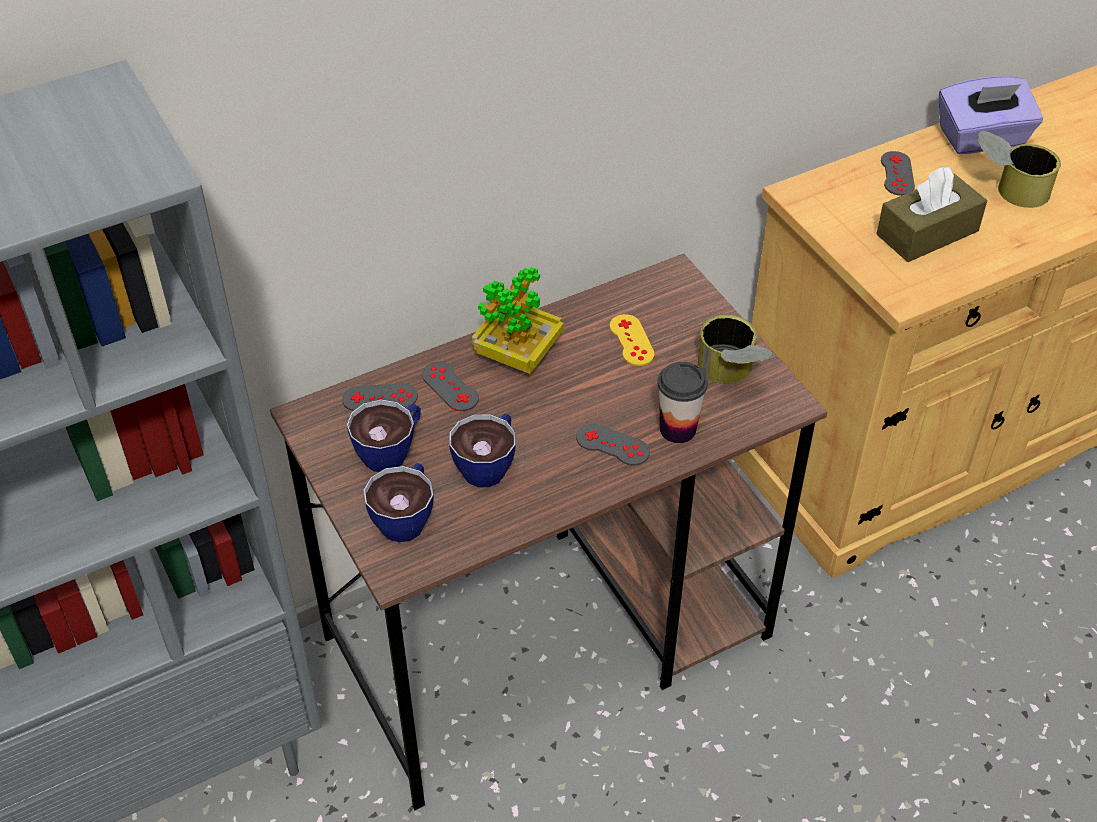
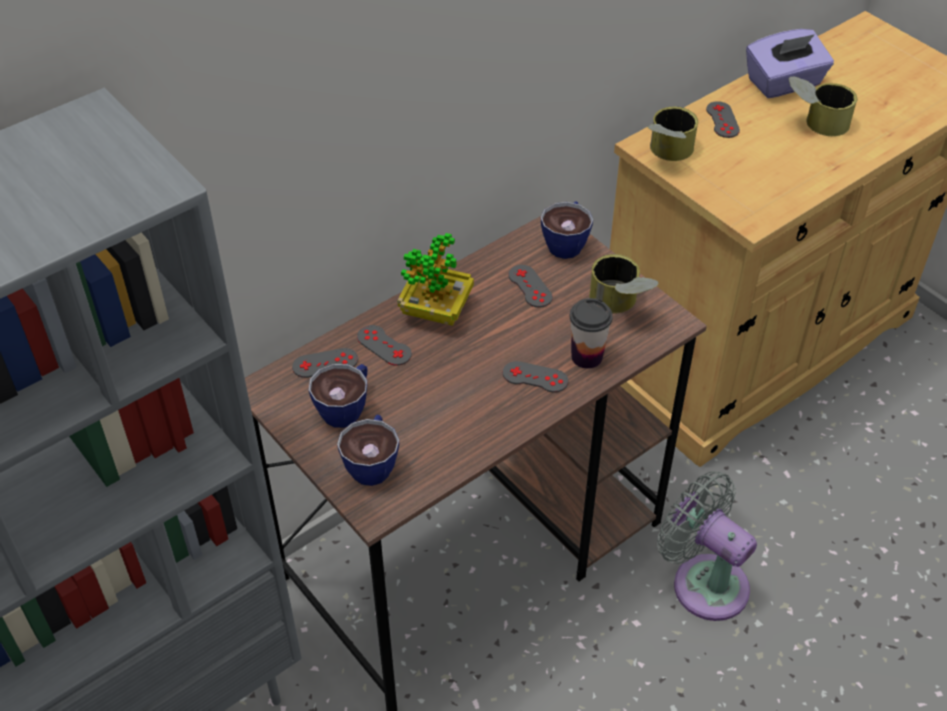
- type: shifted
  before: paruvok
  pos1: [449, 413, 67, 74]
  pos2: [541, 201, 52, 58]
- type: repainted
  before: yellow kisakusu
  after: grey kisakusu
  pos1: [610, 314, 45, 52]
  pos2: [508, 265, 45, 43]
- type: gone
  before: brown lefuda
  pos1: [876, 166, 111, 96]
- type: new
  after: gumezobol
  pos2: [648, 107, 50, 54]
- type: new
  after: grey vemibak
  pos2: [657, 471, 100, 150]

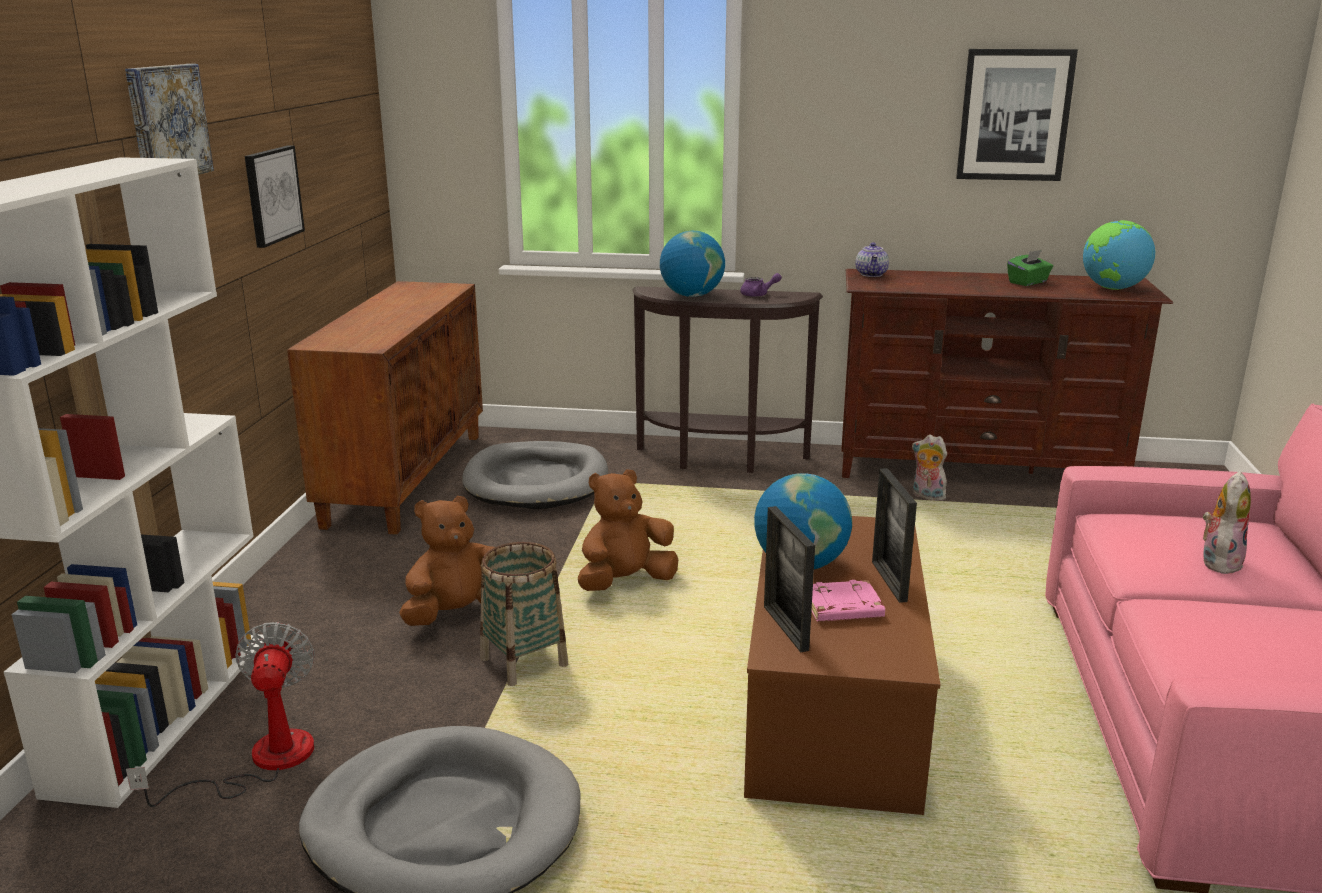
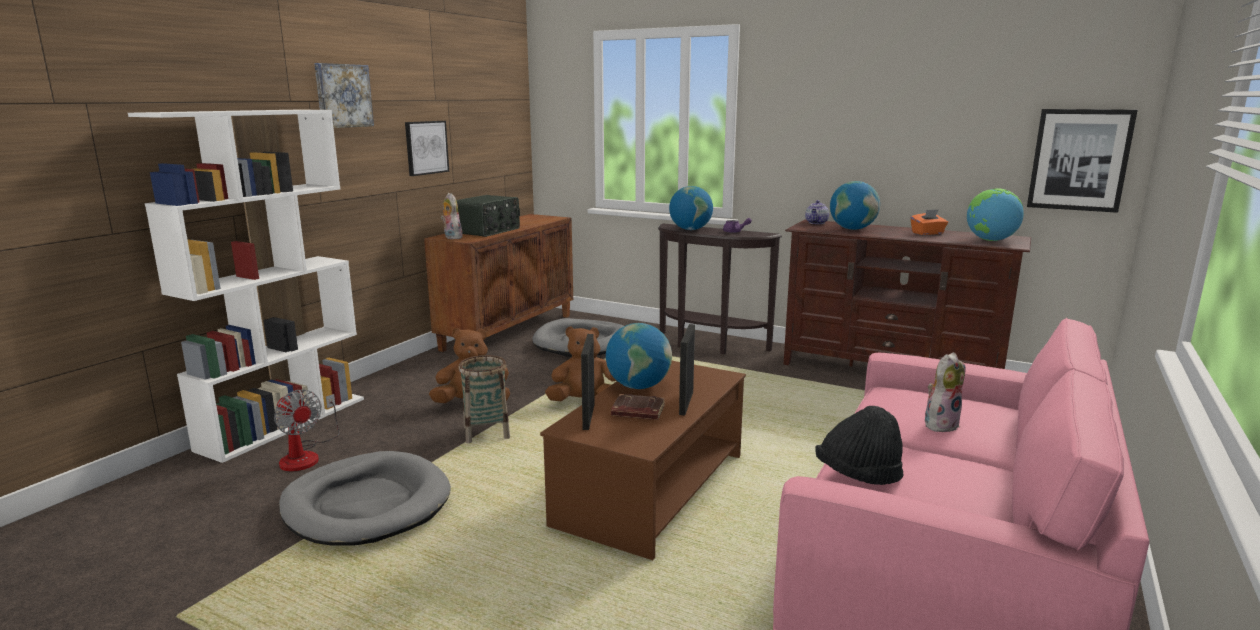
- type: rotated
  before: vemibak
  pos1: [126, 622, 189, 185]
  pos2: [274, 390, 66, 81]
  turn: 120
- type: repainted
  before: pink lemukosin
  after: brown lemukosin
  pos1: [812, 580, 73, 41]
  pos2: [611, 394, 54, 26]
- type: shifted
  before: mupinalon
  pos1: [912, 434, 35, 67]
  pos2: [441, 193, 22, 46]
- type: shifted
  before: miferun
  pos1: [956, 49, 122, 132]
  pos2: [1027, 109, 111, 104]
- type: repainted
  before: green lefuda
  after: orange lefuda
  pos1: [1007, 250, 46, 36]
  pos2: [911, 209, 37, 26]
- type: new
  after: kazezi
  pos2: [456, 195, 64, 42]
- type: new
  after: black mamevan
  pos2: [815, 406, 88, 79]
- type: new
  after: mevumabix
  pos2: [830, 181, 50, 49]

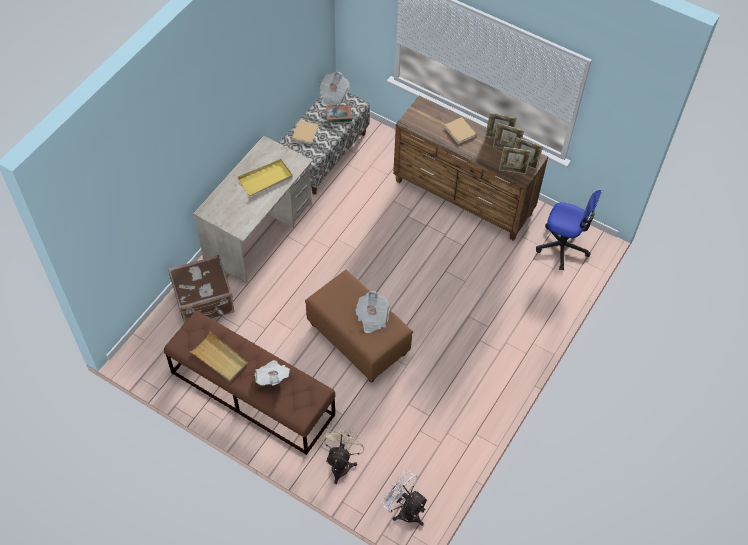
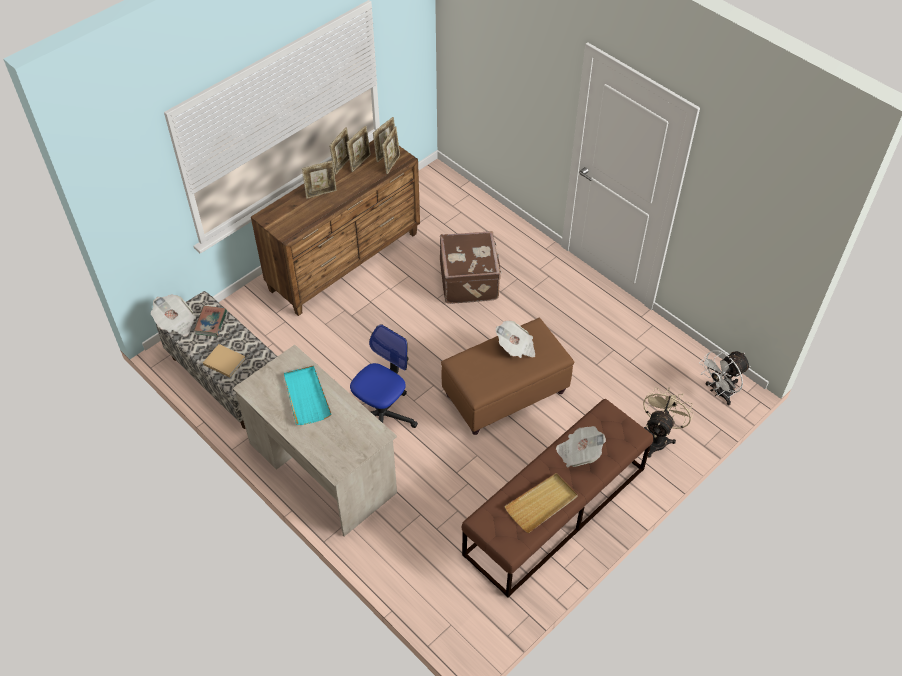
- type: shifted
  before: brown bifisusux
  pos1: [168, 255, 67, 68]
  pos2: [440, 231, 62, 73]
- type: repainted
  before: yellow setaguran
  after: turquoise setaguran
  pos1: [237, 159, 56, 37]
  pos2: [284, 365, 47, 60]
- type: rotated
  before: beige vemibak
  pos1: [321, 425, 45, 59]
  pos2: [643, 387, 51, 71]
  turn: 90
- type: swapped
  before: beige lemukosin
  after: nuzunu
  pos1: [444, 117, 32, 27]
  pos2: [302, 160, 35, 39]
- type: shifted
  before: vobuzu
  pos1: [536, 190, 66, 80]
  pos2: [350, 324, 68, 104]

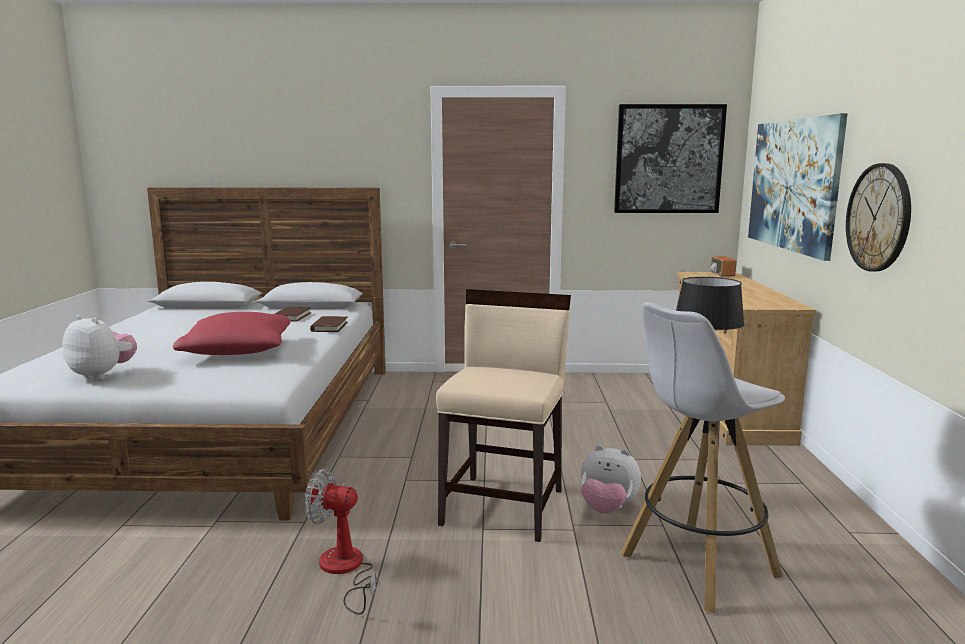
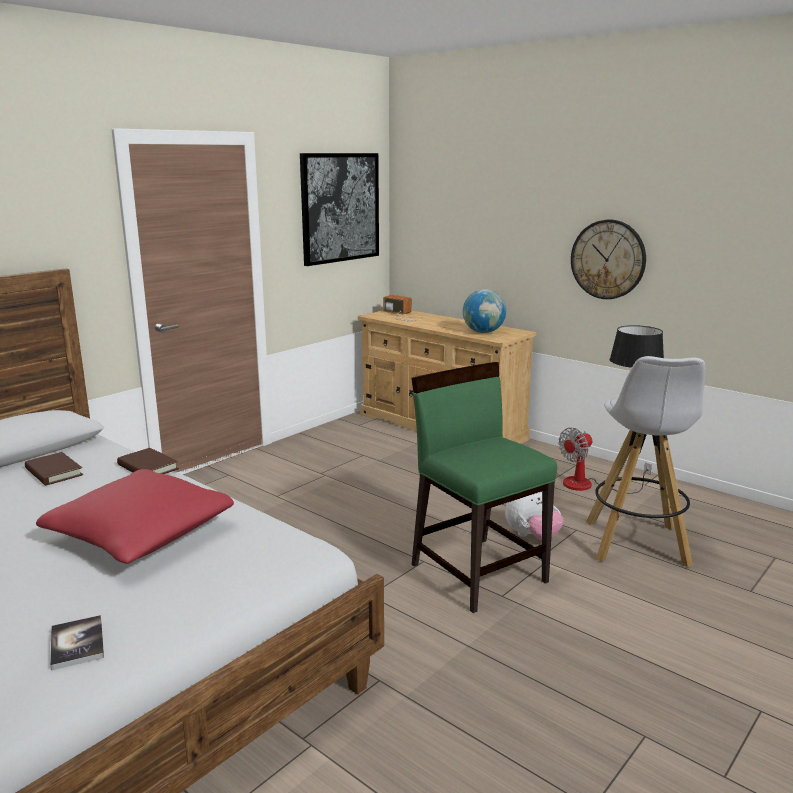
- type: swapped
  before: mupinalon
  after: lemukosin
  pos1: [63, 315, 74, 65]
  pos2: [50, 615, 54, 55]
- type: shifted
  before: vemibak
  pos1: [305, 468, 73, 147]
  pos2: [558, 428, 94, 66]
- type: repainted
  before: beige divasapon
  after: green divasapon
  pos1: [436, 289, 135, 253]
  pos2: [412, 362, 145, 251]
- type: gone
  before: miferun
  pos1: [748, 113, 100, 148]
- type: new
  after: mevumabix
  pos2: [463, 289, 43, 44]

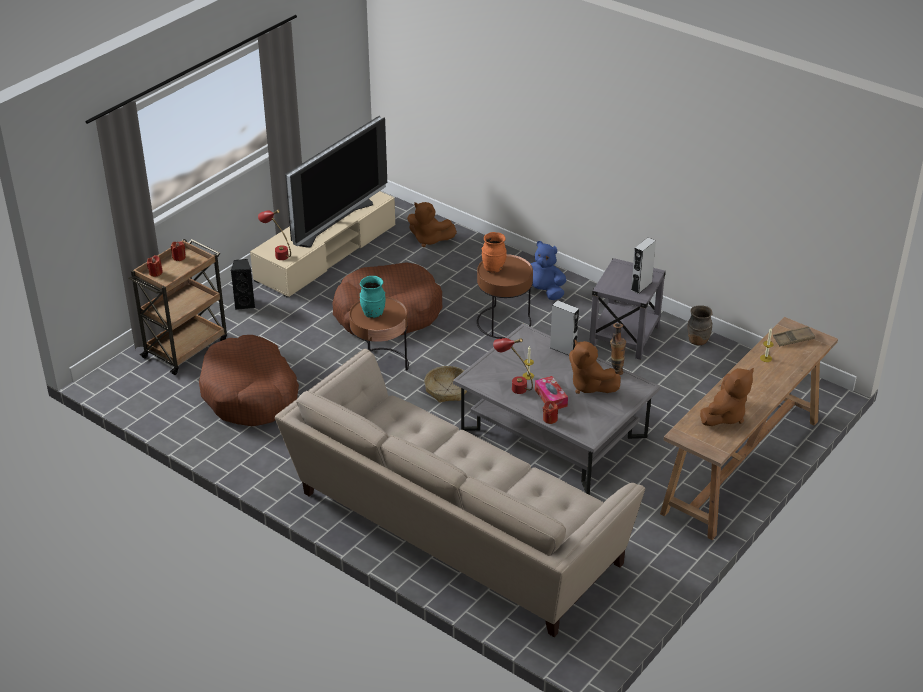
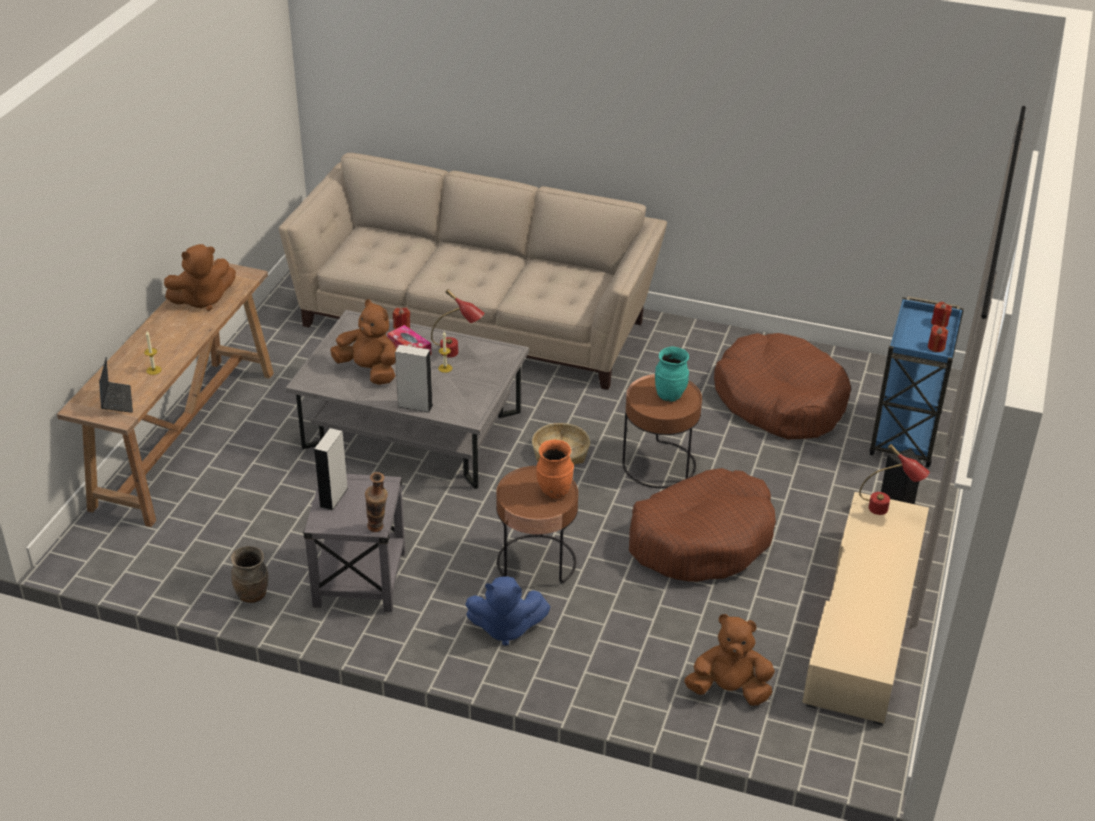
- type: repainted
  before: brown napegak
  after: blue napegak
  pos1: [128, 239, 99, 136]
  pos2: [869, 296, 95, 171]
- type: gone
  before: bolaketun
  pos1: [285, 116, 102, 132]
- type: shifted
  before: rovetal
  pos1: [610, 323, 16, 52]
  pos2: [365, 472, 23, 60]
- type: rotated
  before: brown mupinalon
  pos1: [700, 368, 54, 58]
  pos2: [164, 244, 72, 67]
  turn: -135
- type: swapped
  before: brown setaguran
  after: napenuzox
  pos1: [773, 326, 42, 20]
  pos2: [99, 357, 34, 56]

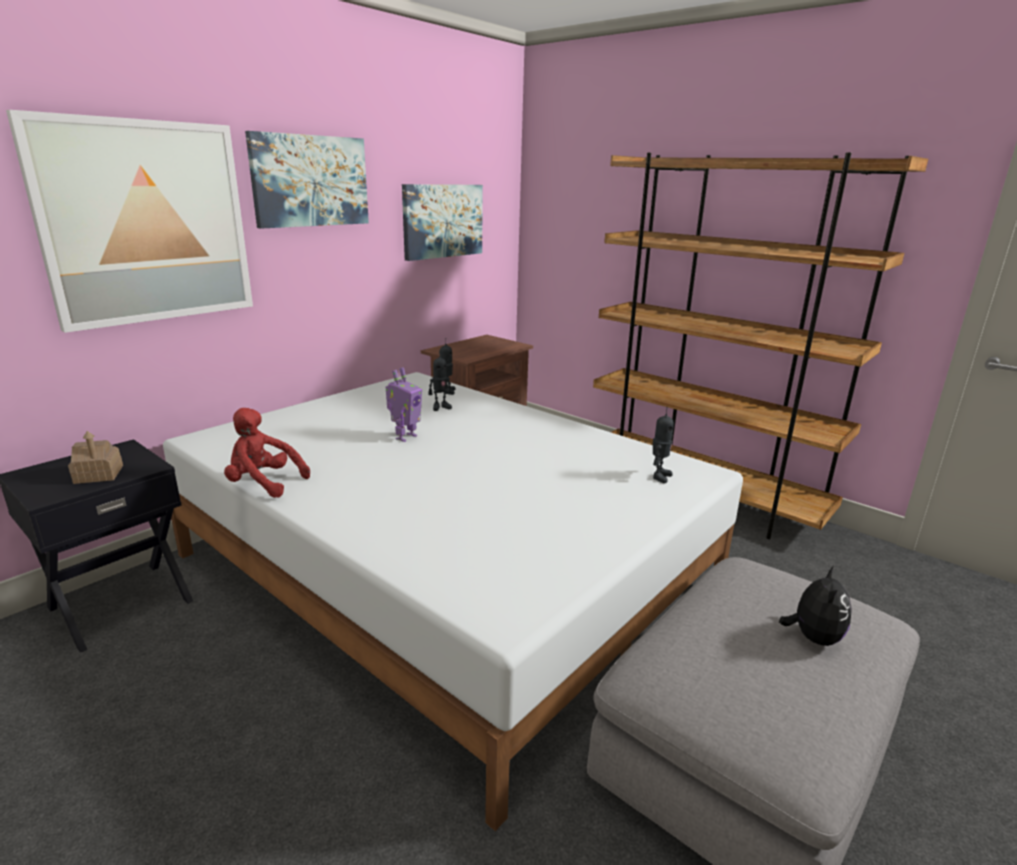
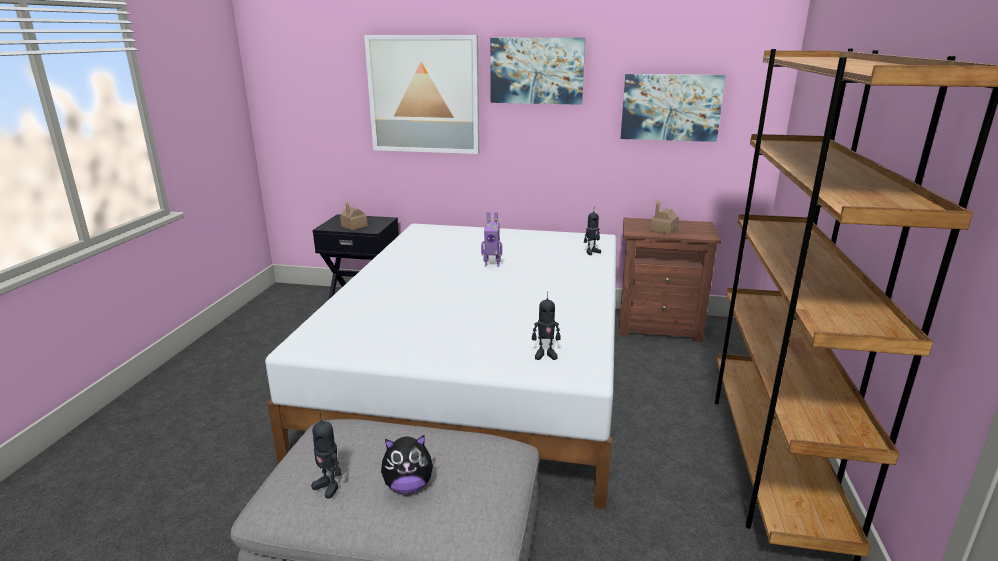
- type: gone
  before: red mupinalon
  pos1: [224, 408, 86, 90]
- type: shifted
  before: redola
  pos1: [429, 350, 23, 61]
  pos2: [311, 413, 31, 85]
- type: new
  after: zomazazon
  pos2: [650, 199, 29, 36]

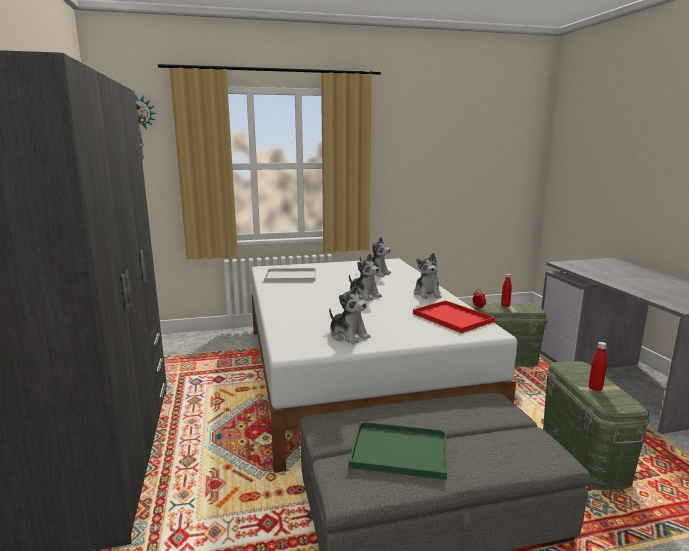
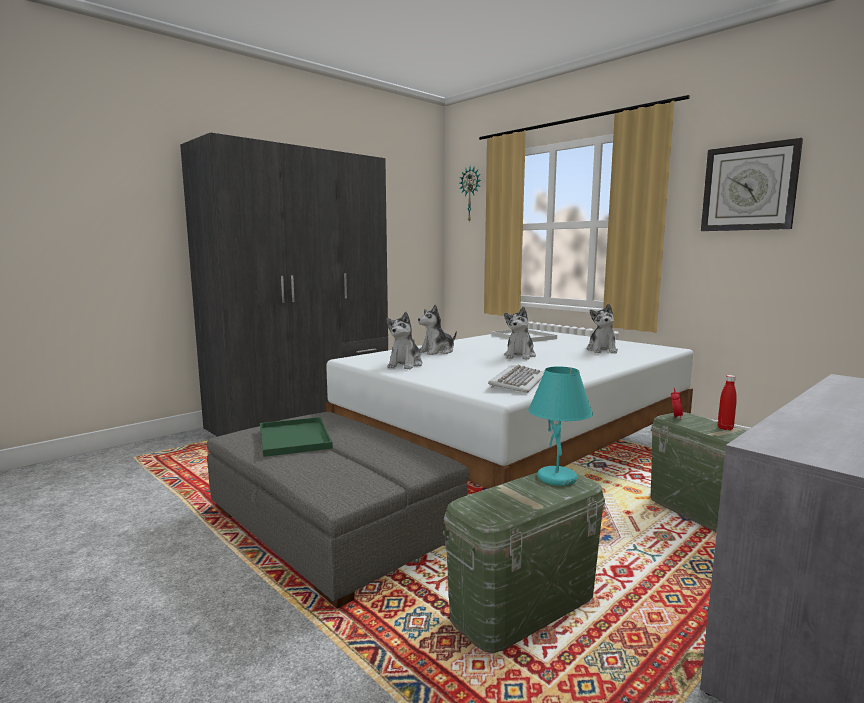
- type: swapped
  before: red setaguran
  after: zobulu
  pos1: [413, 300, 82, 33]
  pos2: [488, 365, 56, 28]
- type: shifted
  before: mupinalon
  pos1: [414, 253, 28, 46]
  pos2: [418, 304, 39, 51]
- type: gone
  before: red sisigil
  pos1: [589, 342, 18, 49]
- type: new
  after: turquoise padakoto
  pos2: [528, 366, 65, 120]
- type: new
  after: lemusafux
  pos2: [701, 138, 102, 93]

